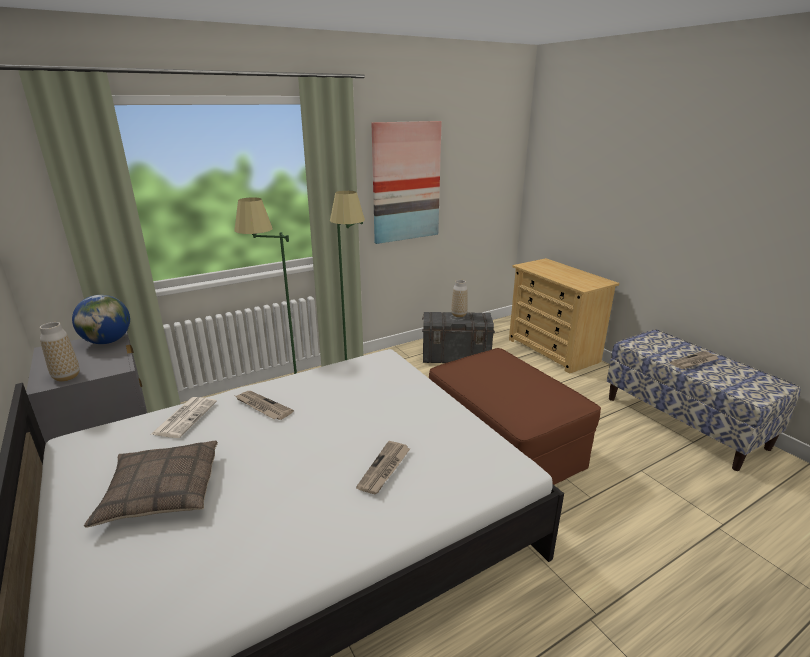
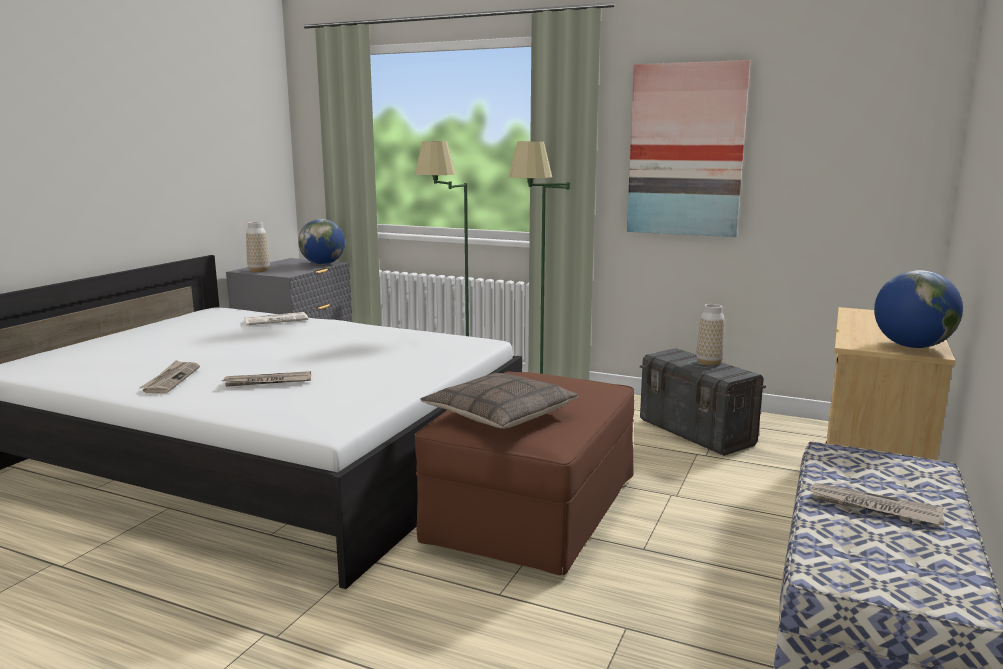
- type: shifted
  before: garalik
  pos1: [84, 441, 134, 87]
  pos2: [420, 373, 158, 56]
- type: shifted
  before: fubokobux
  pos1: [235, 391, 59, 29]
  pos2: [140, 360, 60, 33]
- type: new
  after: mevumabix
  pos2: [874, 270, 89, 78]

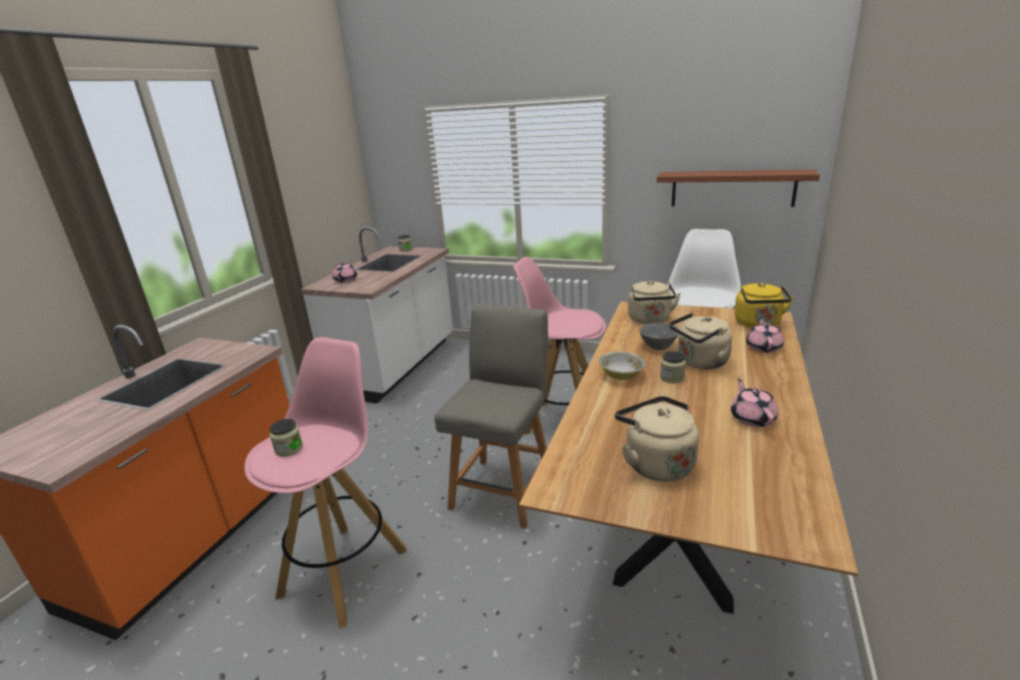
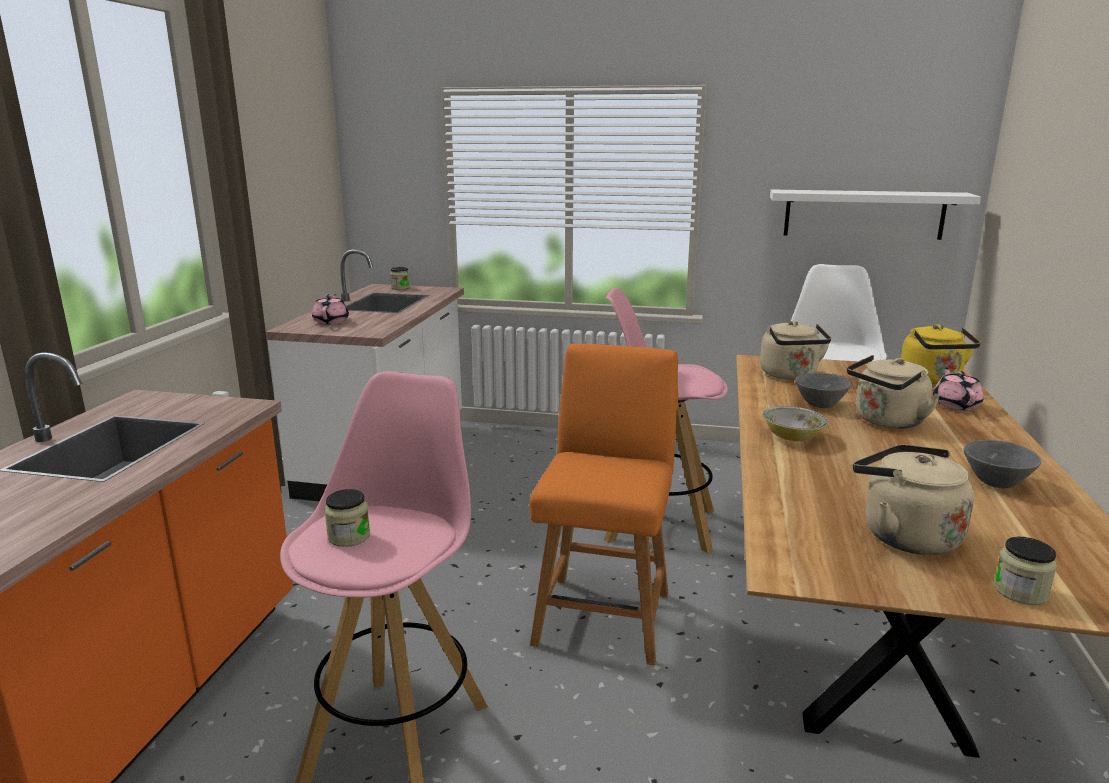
- type: repainted
  before: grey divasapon
  after: orange divasapon
  pos1: [434, 304, 115, 225]
  pos2: [529, 344, 149, 322]
- type: repainted
  before: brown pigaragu
  after: white pigaragu
  pos1: [657, 169, 163, 38]
  pos2: [770, 189, 211, 51]
- type: shifted
  before: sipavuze
  pos1: [660, 351, 26, 32]
  pos2: [994, 537, 63, 68]
- type: swapped
  before: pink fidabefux
  after: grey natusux
  pos1: [731, 379, 47, 48]
  pos2: [964, 440, 77, 49]

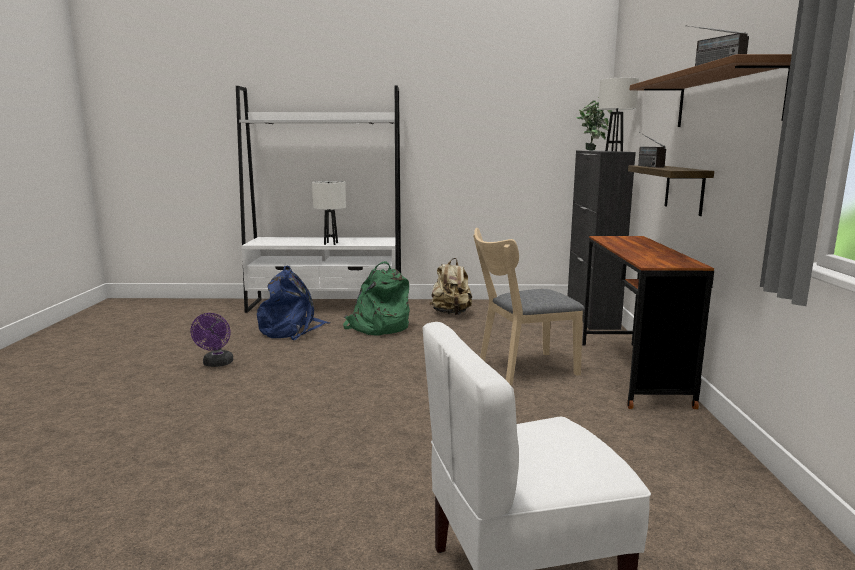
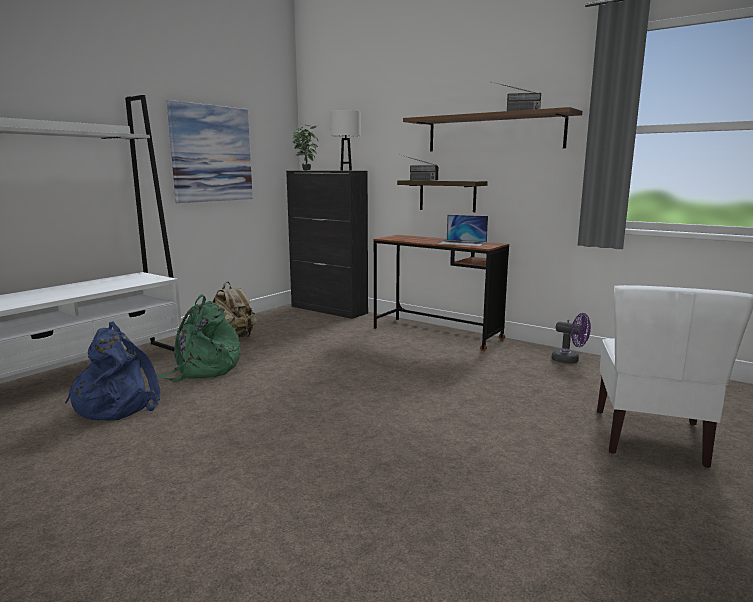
- type: shifted
  before: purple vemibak
  pos1: [191, 313, 42, 54]
  pos2: [551, 313, 40, 51]
- type: gone
  before: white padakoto
  pos1: [312, 181, 34, 64]
- type: gone
  before: beige divasapon
  pos1: [473, 228, 112, 157]
- type: new
  after: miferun
  pos2: [167, 100, 86, 103]
- type: new
  after: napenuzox
  pos2: [439, 215, 49, 31]

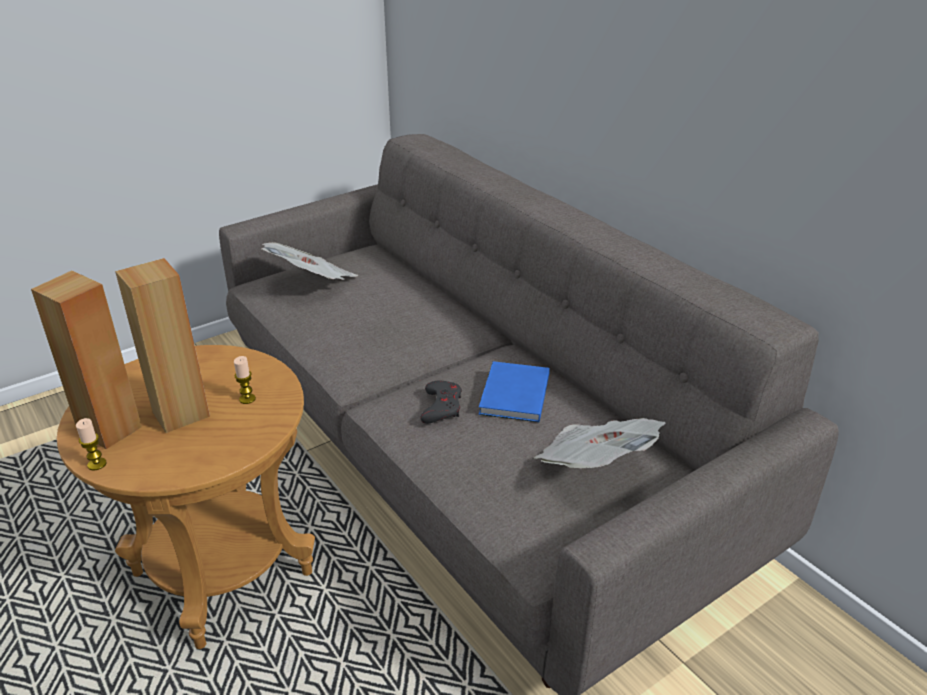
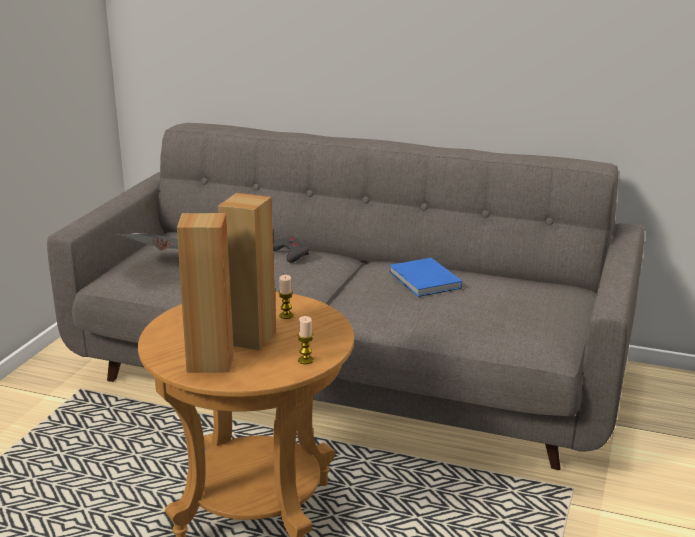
- type: shifted
  before: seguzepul
  pos1: [76, 418, 31, 52]
  pos2: [297, 316, 17, 48]
- type: shifted
  before: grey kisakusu
  pos1: [420, 380, 42, 44]
  pos2: [273, 236, 36, 27]
- type: gone
  before: fubokobux
  pos1: [534, 418, 132, 50]

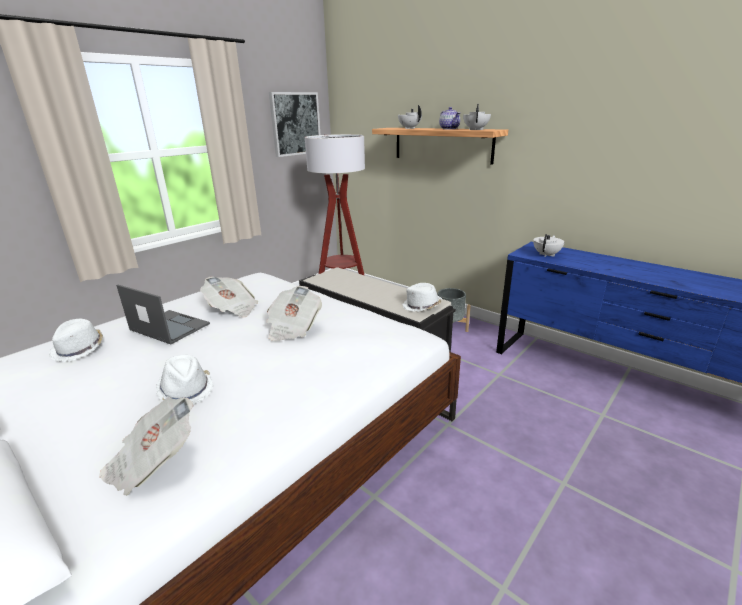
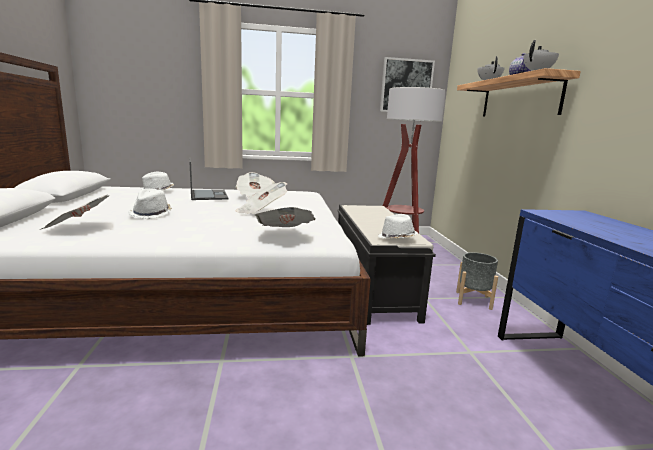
- type: gone
  before: white fidabefux
  pos1: [533, 234, 31, 23]
- type: new
  after: fubokobux
  pos2: [255, 207, 60, 20]

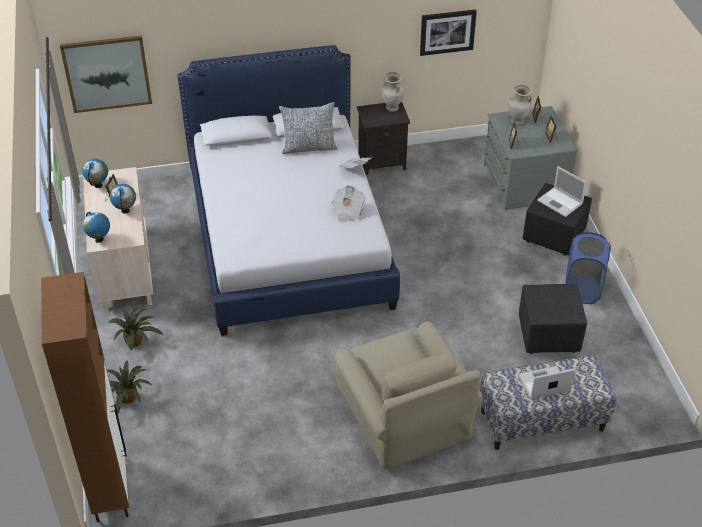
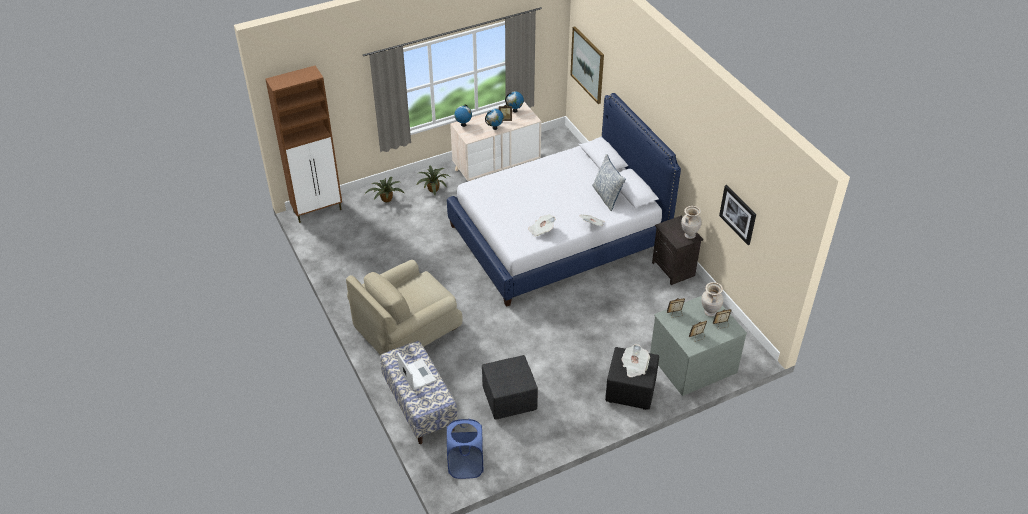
- type: swapped
  before: napenuzox
  after: fubokobux
  pos1: [537, 166, 50, 51]
  pos2: [621, 344, 29, 33]
- type: shifted
  before: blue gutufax
  pos1: [565, 232, 46, 72]
  pos2: [447, 419, 36, 60]

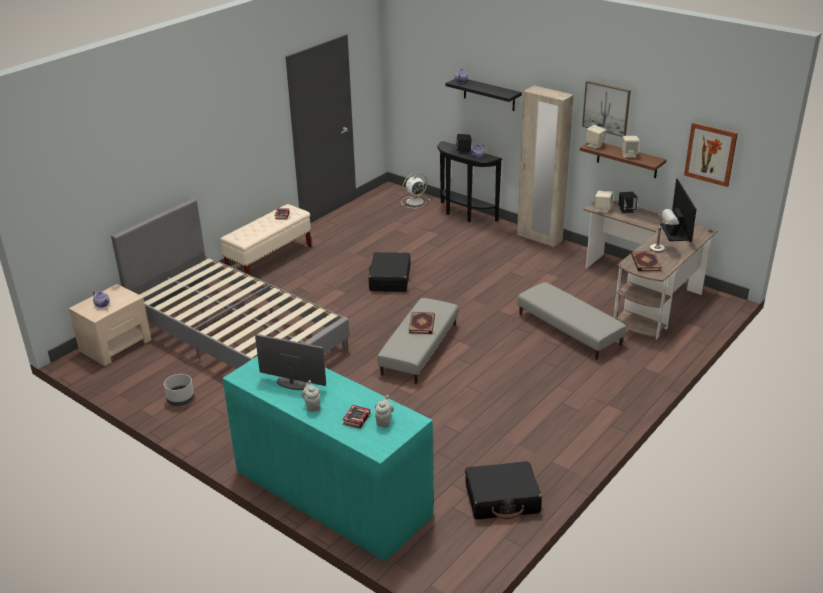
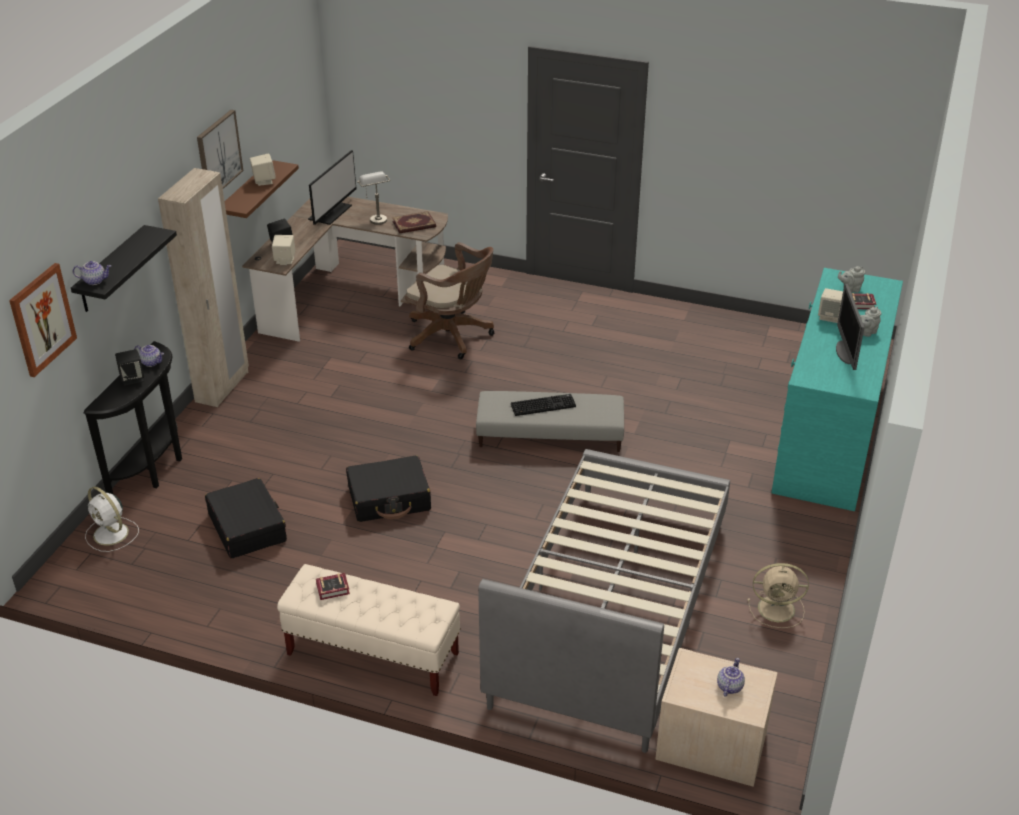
- type: swapped
  before: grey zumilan
  after: beige vemibak
  pos1: [164, 374, 30, 32]
  pos2: [748, 563, 61, 65]
- type: swapped
  before: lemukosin
  after: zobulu
  pos1: [409, 312, 26, 22]
  pos2: [511, 394, 65, 22]
- type: shifted
  before: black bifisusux
  pos1: [465, 461, 77, 59]
  pos2: [205, 478, 82, 81]
- type: swapped
  before: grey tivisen
  after: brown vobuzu
  pos1: [517, 282, 110, 78]
  pos2: [405, 242, 90, 117]
- type: shifted
  before: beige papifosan
  pos1: [585, 125, 21, 23]
  pos2: [818, 288, 25, 35]
- type: rotated
  before: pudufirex
  pos1: [661, 179, 36, 63]
  pos2: [308, 150, 49, 75]
  turn: 135
- type: shifted
  before: miferun
  pos1: [684, 123, 54, 64]
  pos2: [9, 263, 68, 114]

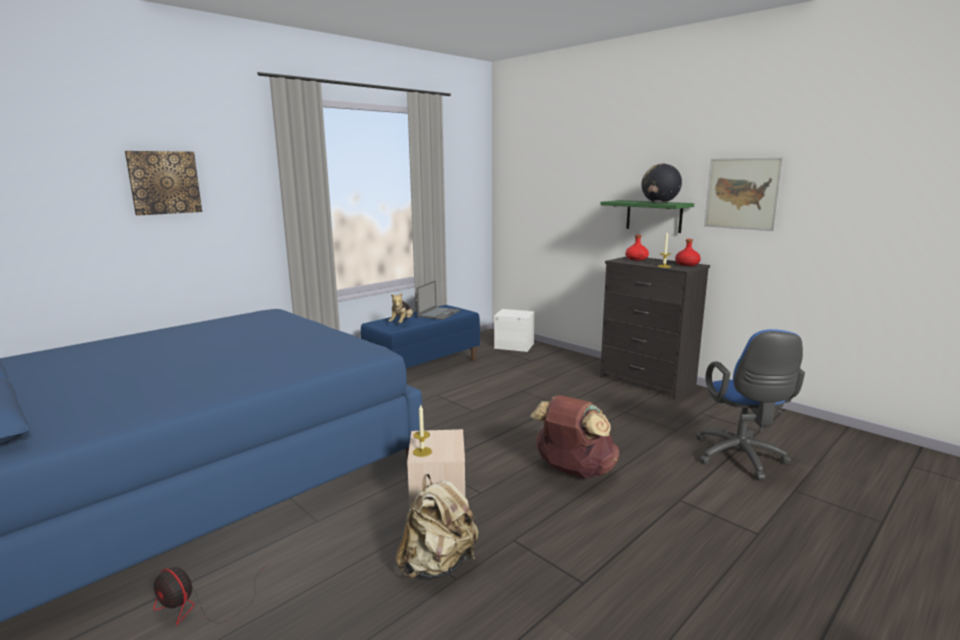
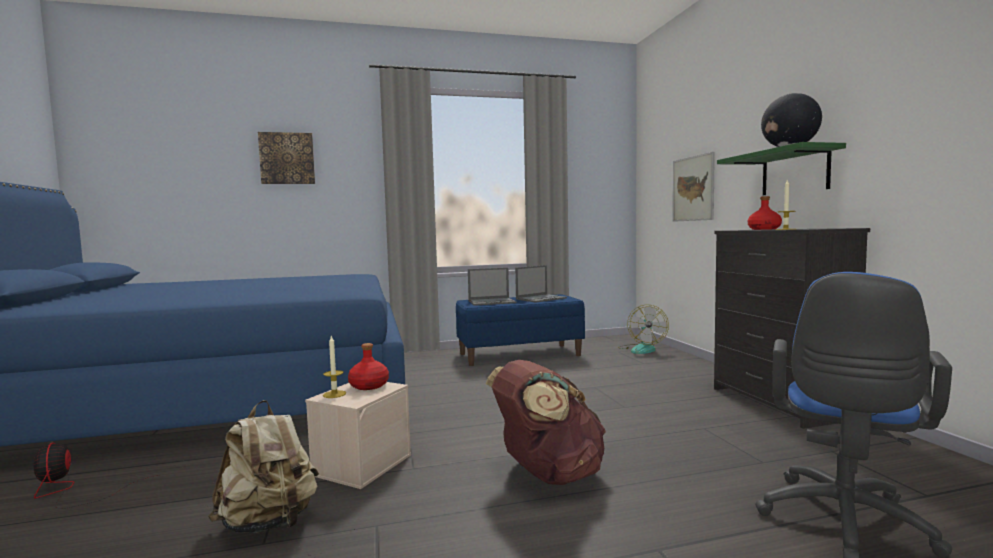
- type: swapped
  before: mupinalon
  after: napenuzox
  pos1: [389, 293, 24, 30]
  pos2: [468, 268, 48, 38]
- type: swapped
  before: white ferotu
  after: vemibak
  pos1: [494, 309, 41, 43]
  pos2: [618, 305, 51, 49]
- type: shifted
  before: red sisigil
  pos1: [675, 239, 26, 27]
  pos2: [348, 343, 41, 47]
- type: shifted
  before: miferun
  pos1: [704, 158, 80, 73]
  pos2: [673, 152, 42, 70]

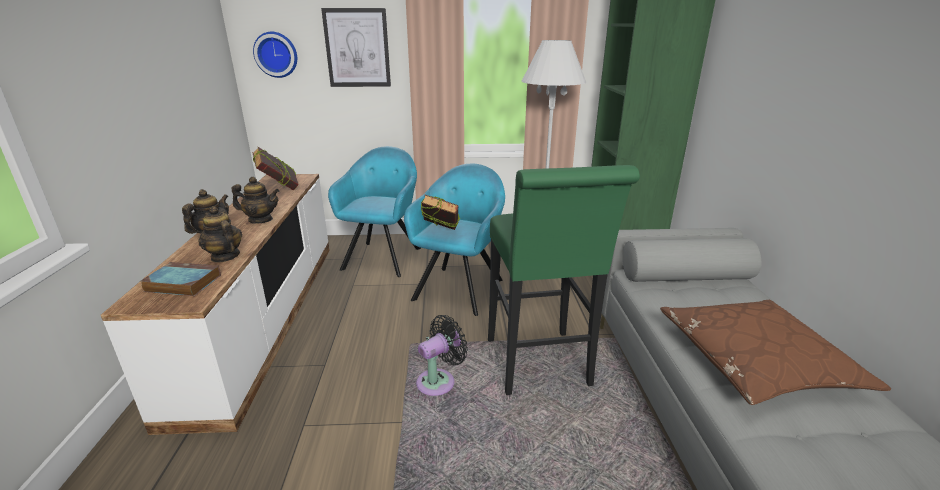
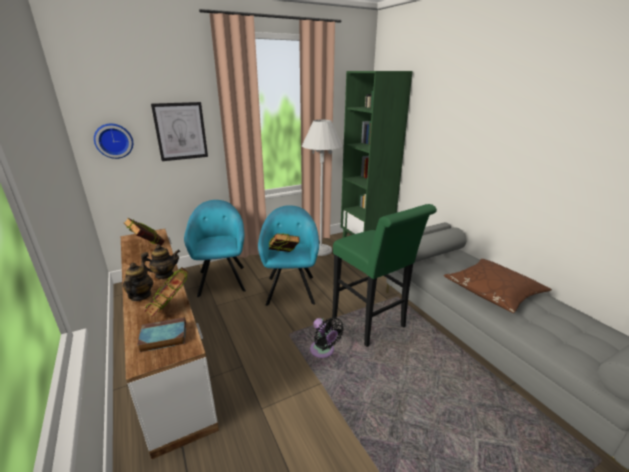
- type: swapped
  before: fidabefux
  after: lemukosin
  pos1: [198, 206, 44, 57]
  pos2: [144, 267, 44, 50]
- type: rotated
  before: black vemibak
  pos1: [416, 315, 52, 81]
  pos2: [310, 317, 34, 41]
  turn: 120

